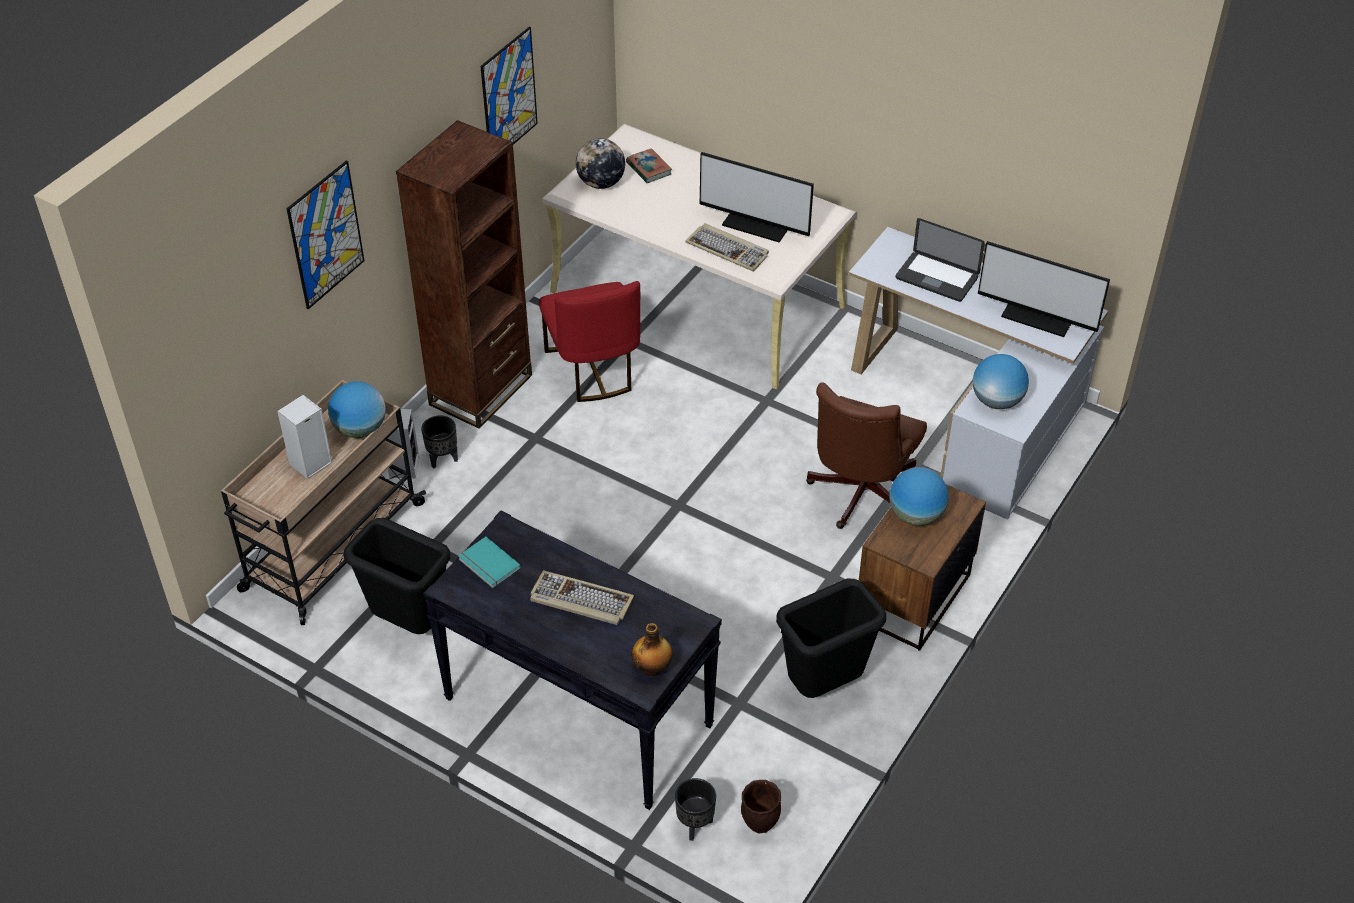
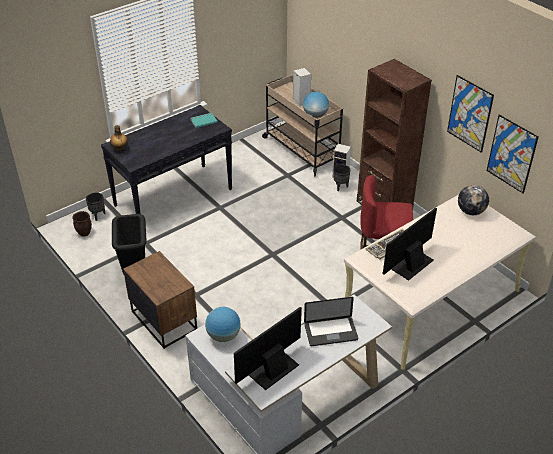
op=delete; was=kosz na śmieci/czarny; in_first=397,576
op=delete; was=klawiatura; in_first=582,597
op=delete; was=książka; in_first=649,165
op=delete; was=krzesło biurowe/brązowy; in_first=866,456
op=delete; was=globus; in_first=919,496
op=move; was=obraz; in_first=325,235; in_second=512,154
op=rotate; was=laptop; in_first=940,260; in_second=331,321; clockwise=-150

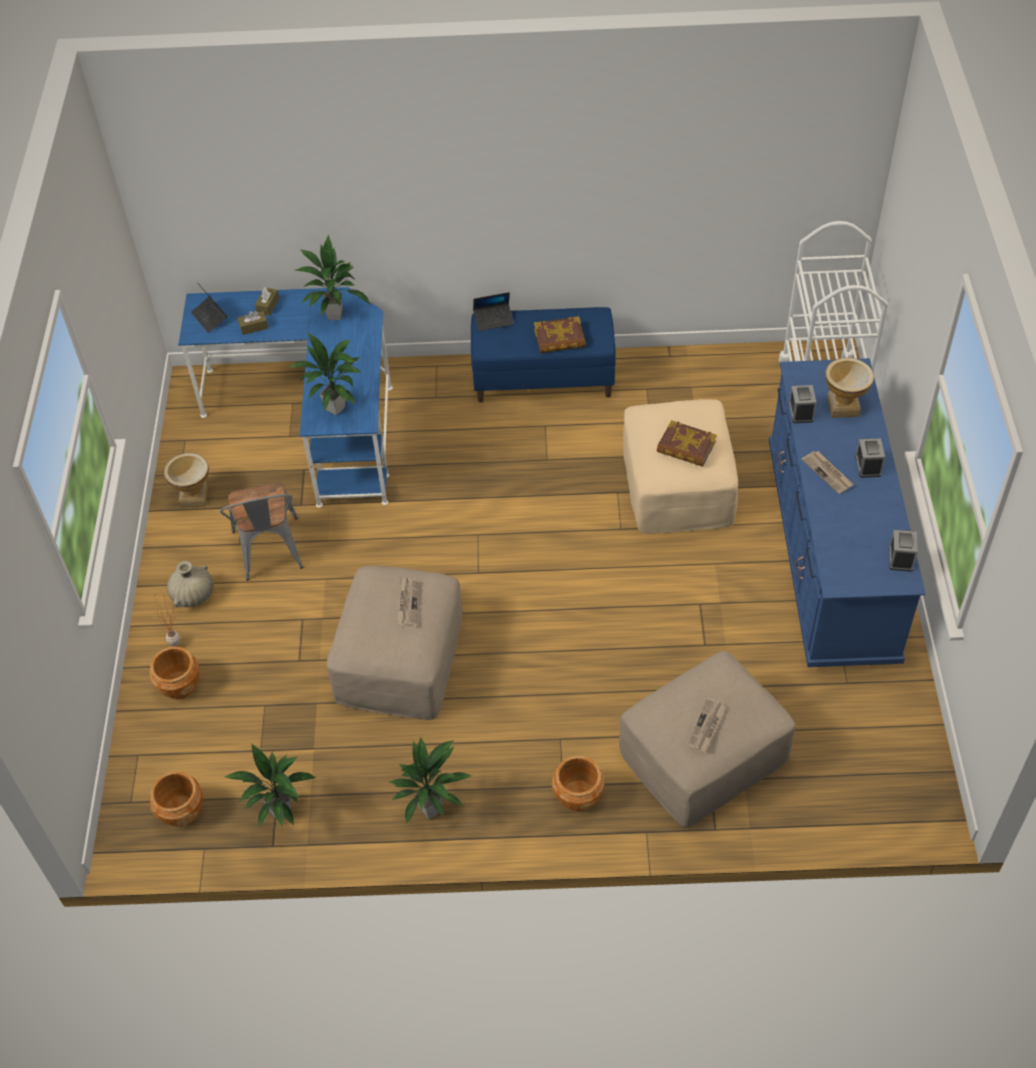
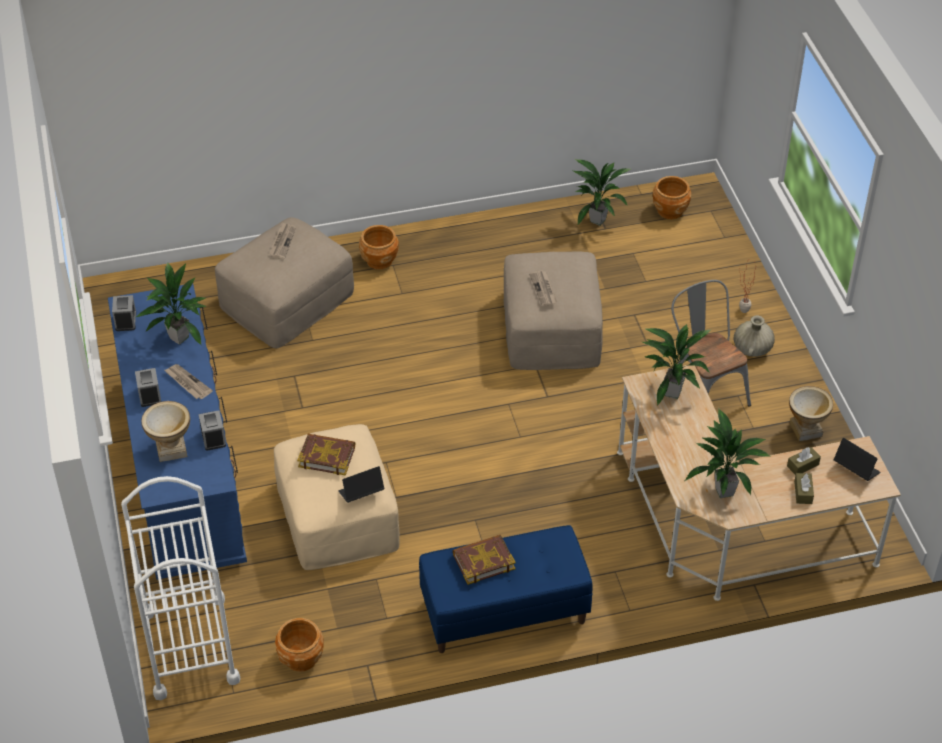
op=move; was=donica/brązowy; in_first=174,673; in_second=299,645
op=move; was=roślina doniczkowa; in_first=430,780; in_second=171,303
op=move; was=laptop; in_first=493,311; in_second=361,484
op=recolor; was=biurko/niebieski; now=biurko/beżowy; in_first=285,397; in_second=759,483

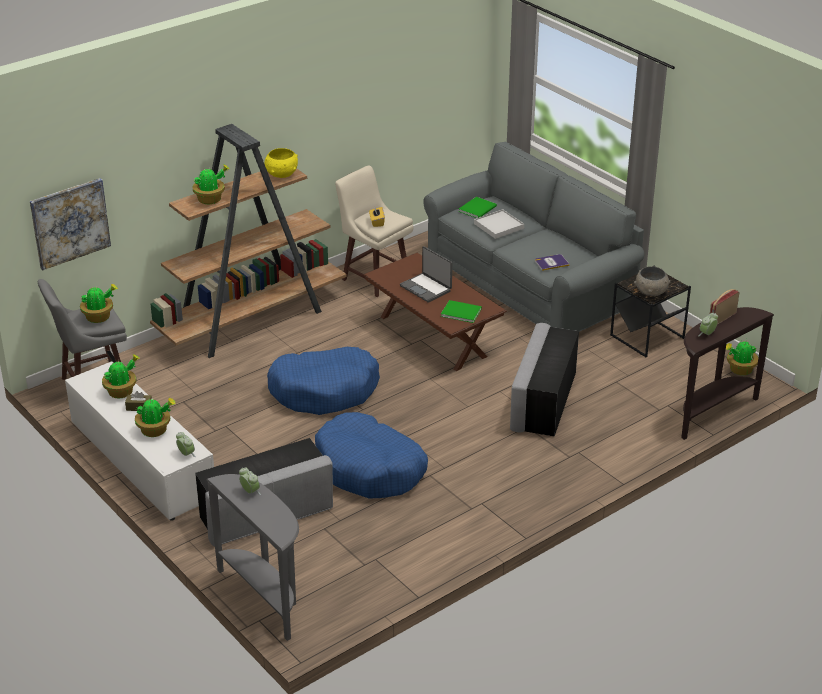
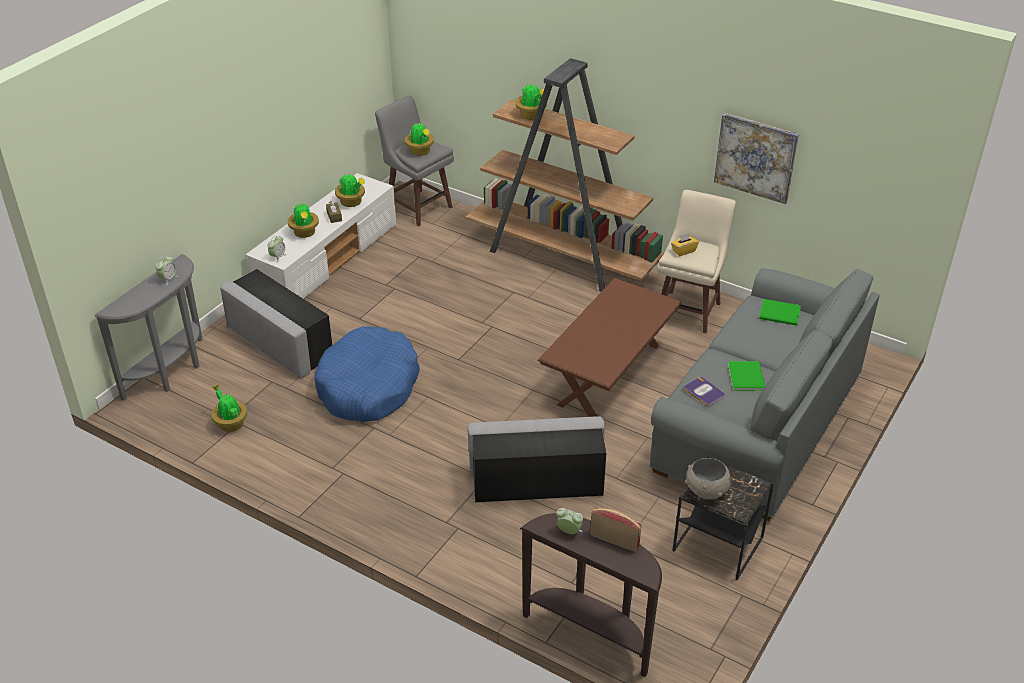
op=delete; was=miska/żółty; in_first=281,163
op=delete; was=legowisko/niebieski; in_first=323,381
op=delete; was=laptop; in_first=426,274
op=delete; was=taca/biały; in_first=499,224
op=move; was=obraz; in_first=70,224; in_second=756,158
op=move; was=książka/zielony; in_first=461,311; in_second=746,376
op=move; was=roślina doniczkowa; in_first=742,357; in_second=229,408

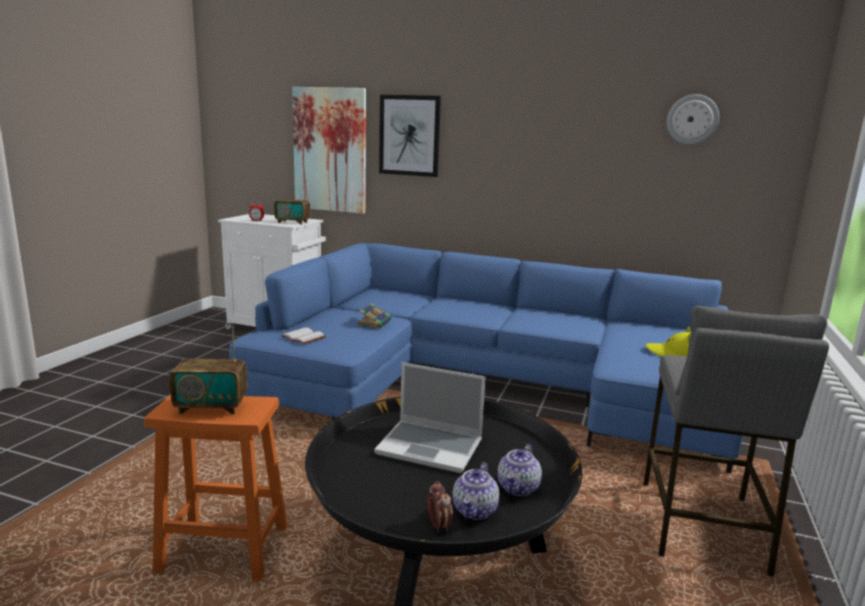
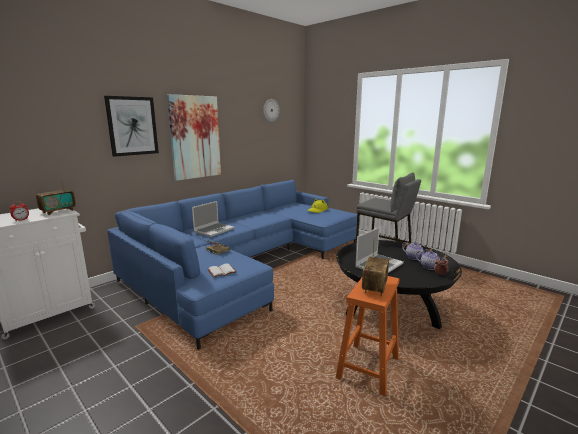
op=insert; now=laptop; in_second=213,219
op=move; was=obraz; in_first=329,150; in_second=194,137

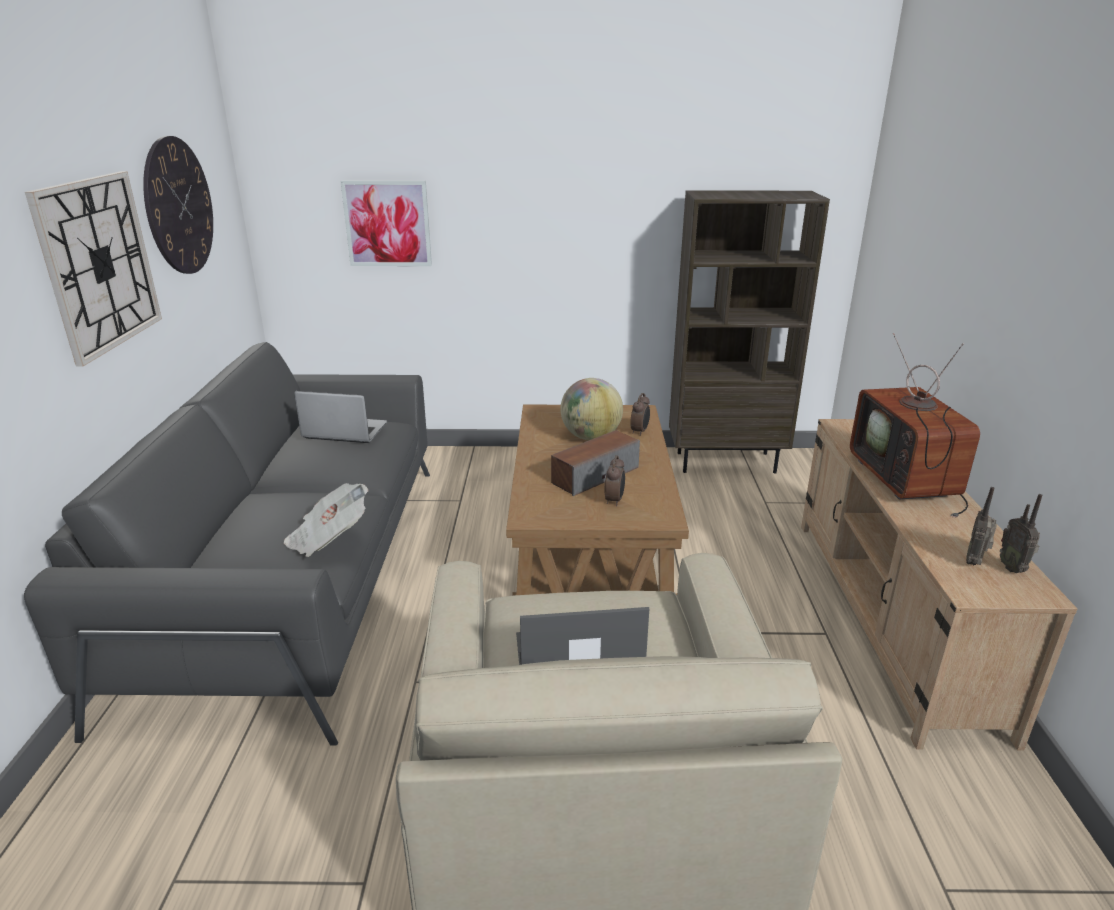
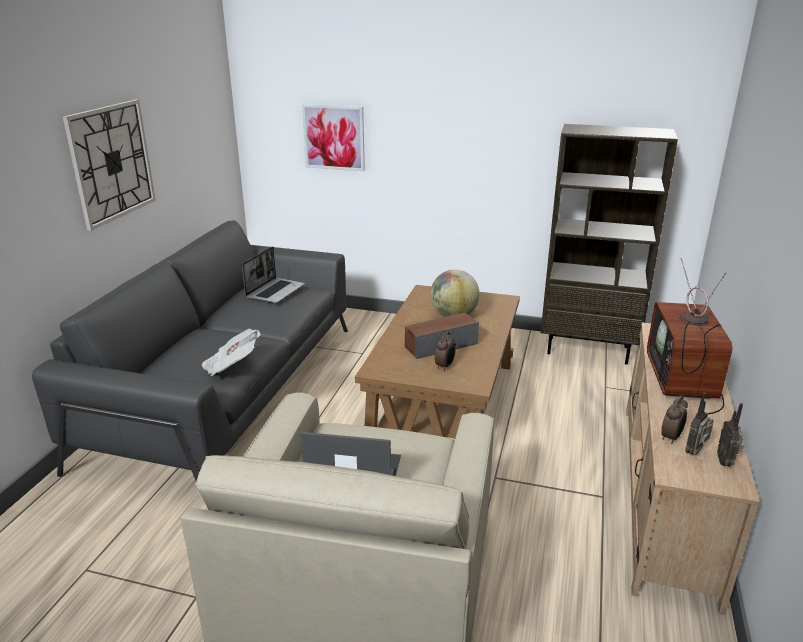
op=delete; was=zegar ścienny; in_first=178,205
op=move; was=budzik; in_first=640,414; in_second=674,420
op=rotate; was=laptop; in_first=340,417; in_second=273,274; clockwise=90

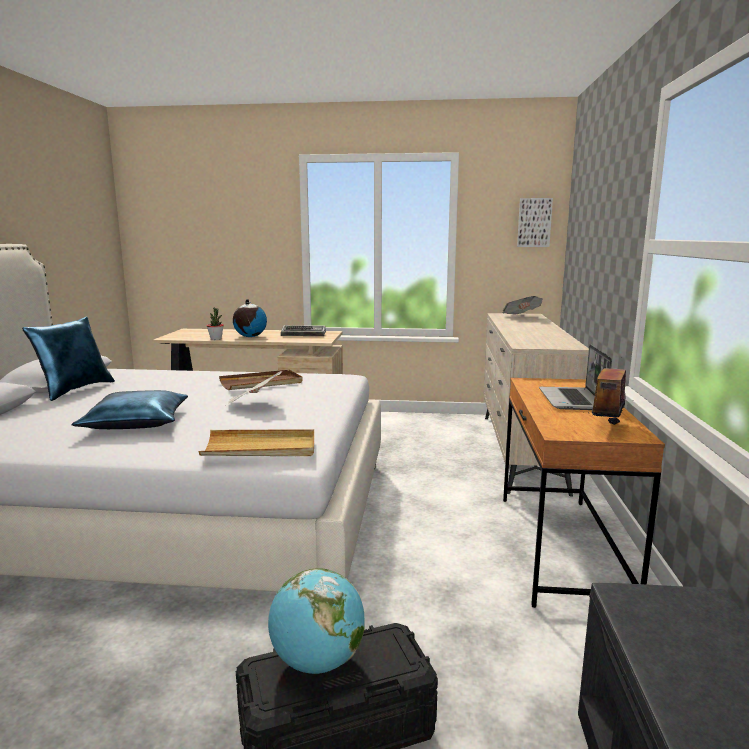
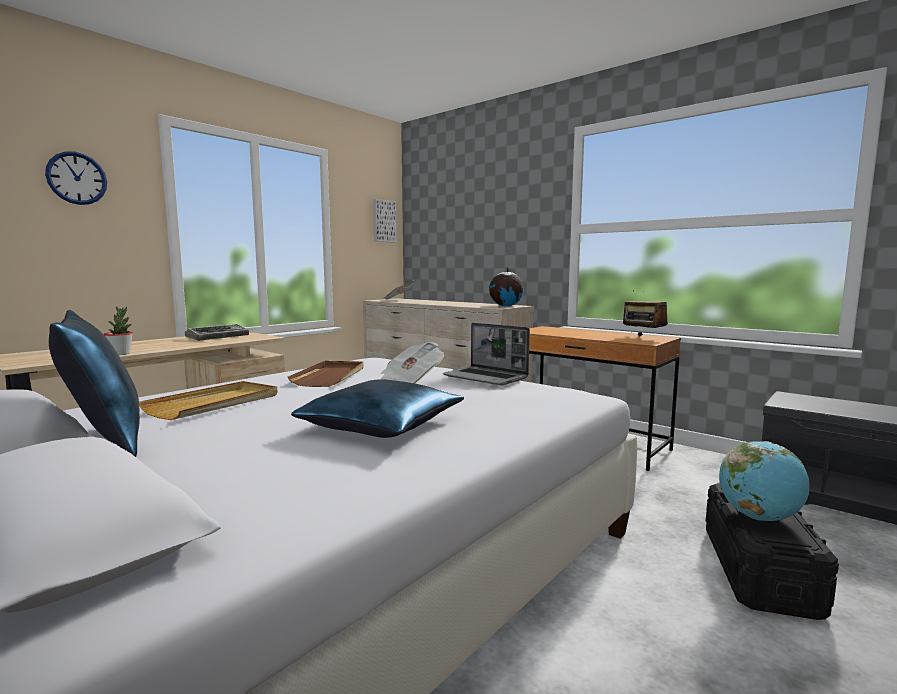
op=insert; now=zegar ścienny; in_second=76,178
op=move; was=taca/beżowy; in_first=256,442; in_second=208,400
op=move; was=globus; in_first=250,318; in_second=506,286
op=move; was=laptop; in_first=575,377; in_second=486,354

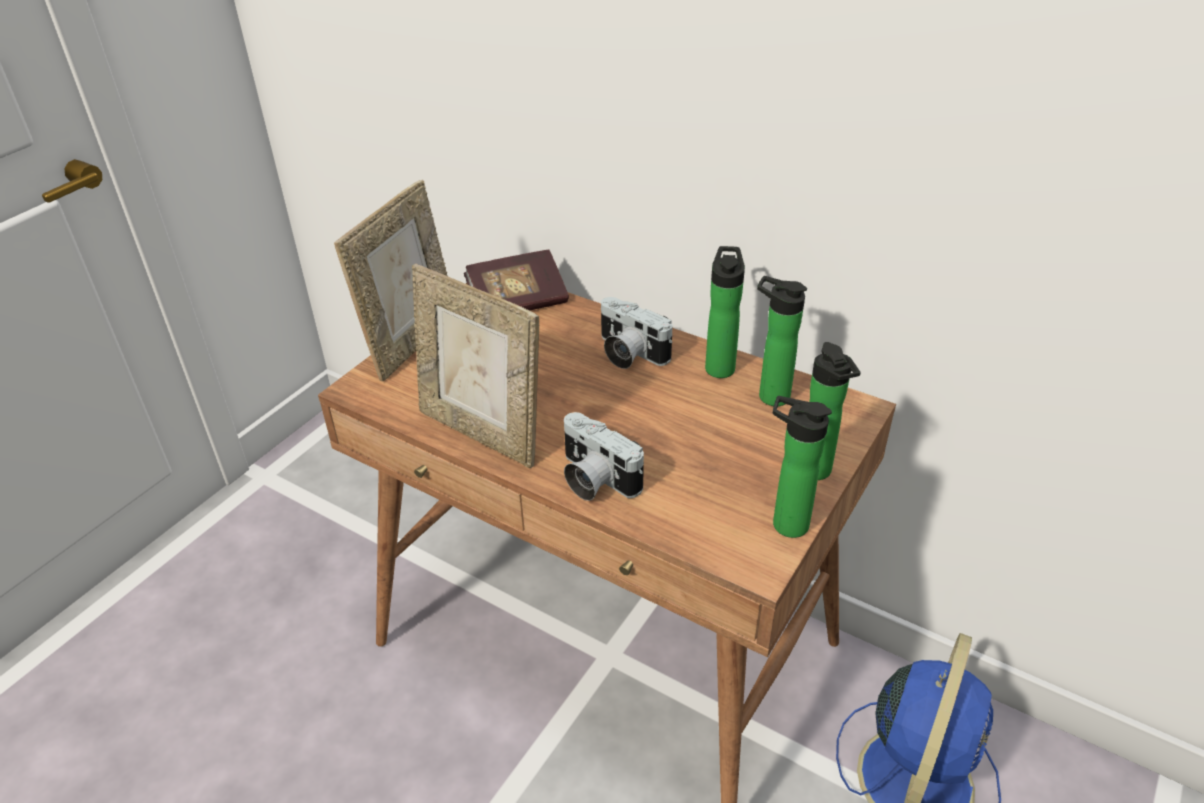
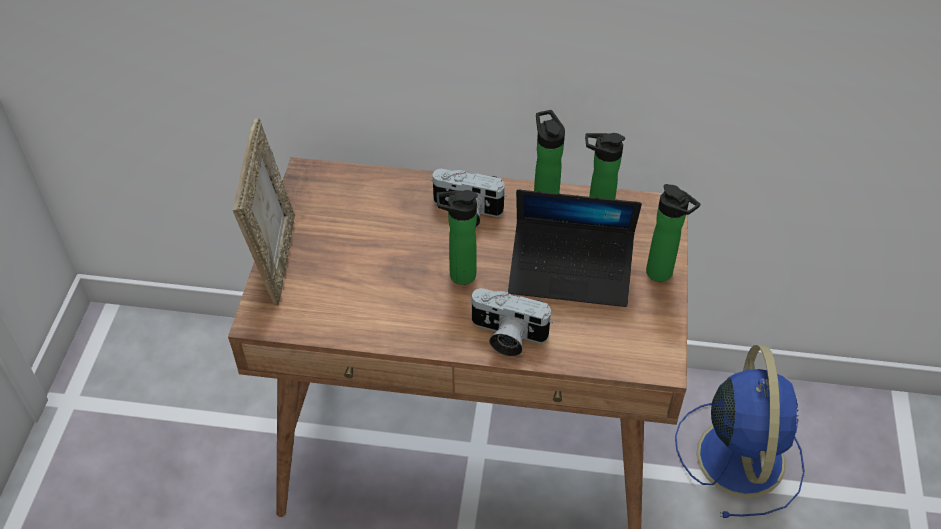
op=delete; was=ramka na zdjęcie; in_first=475,366
op=delete; was=książka; in_first=516,280
op=insert; now=laptop; in_second=575,248
op=move; was=butelka; in_first=802,467; in_second=457,237

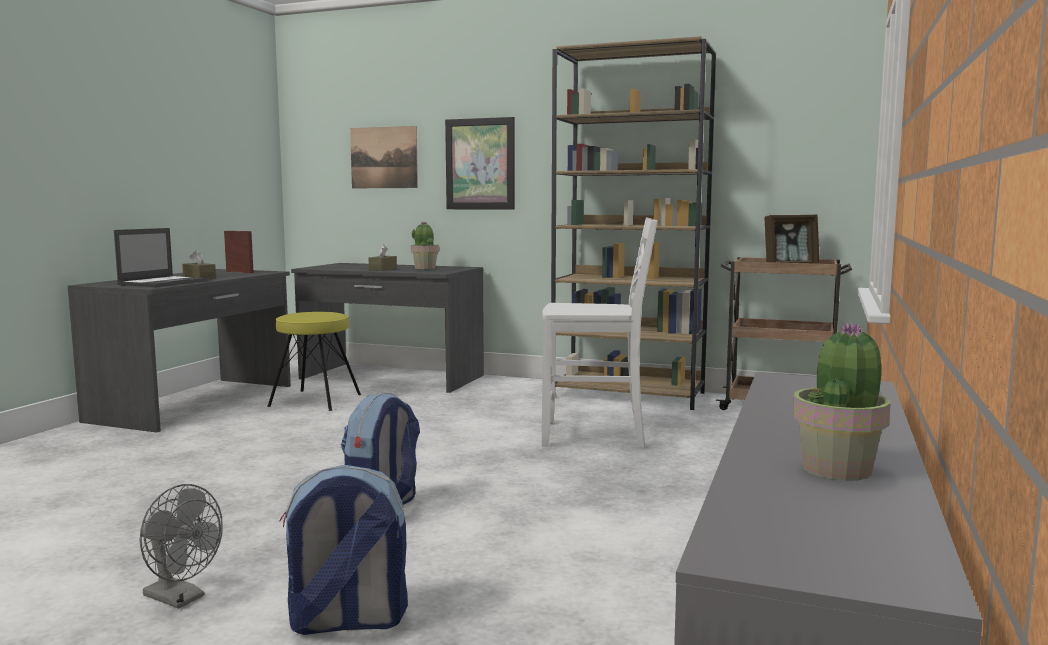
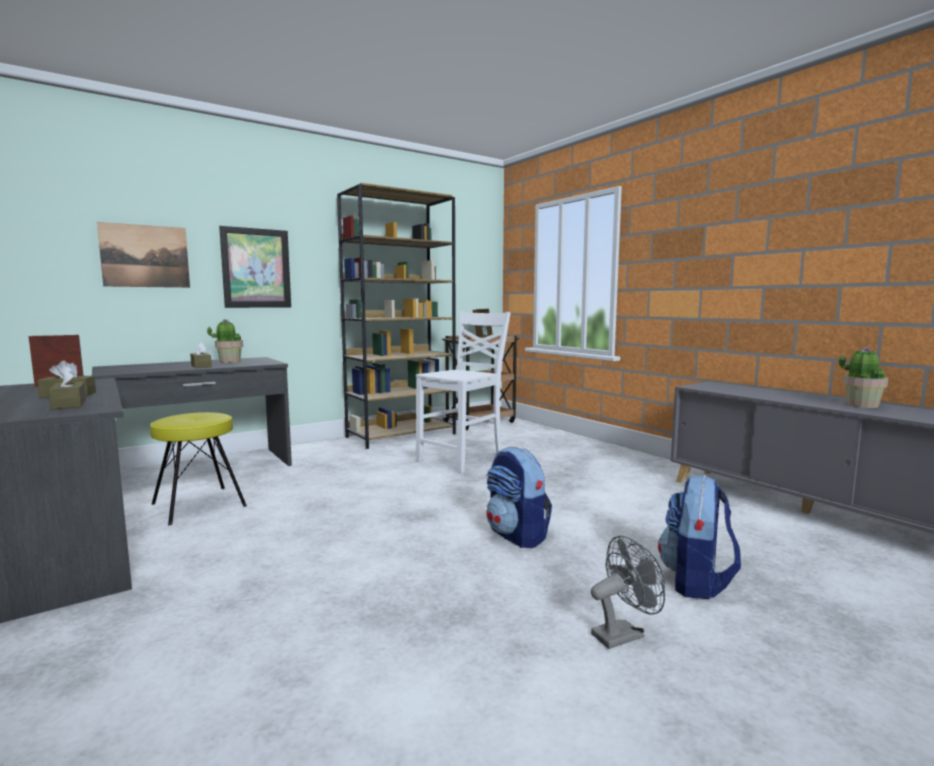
op=replace; was=laptop; now=pudełko chusteczek/brązowy; in_first=161,257; in_second=67,387

